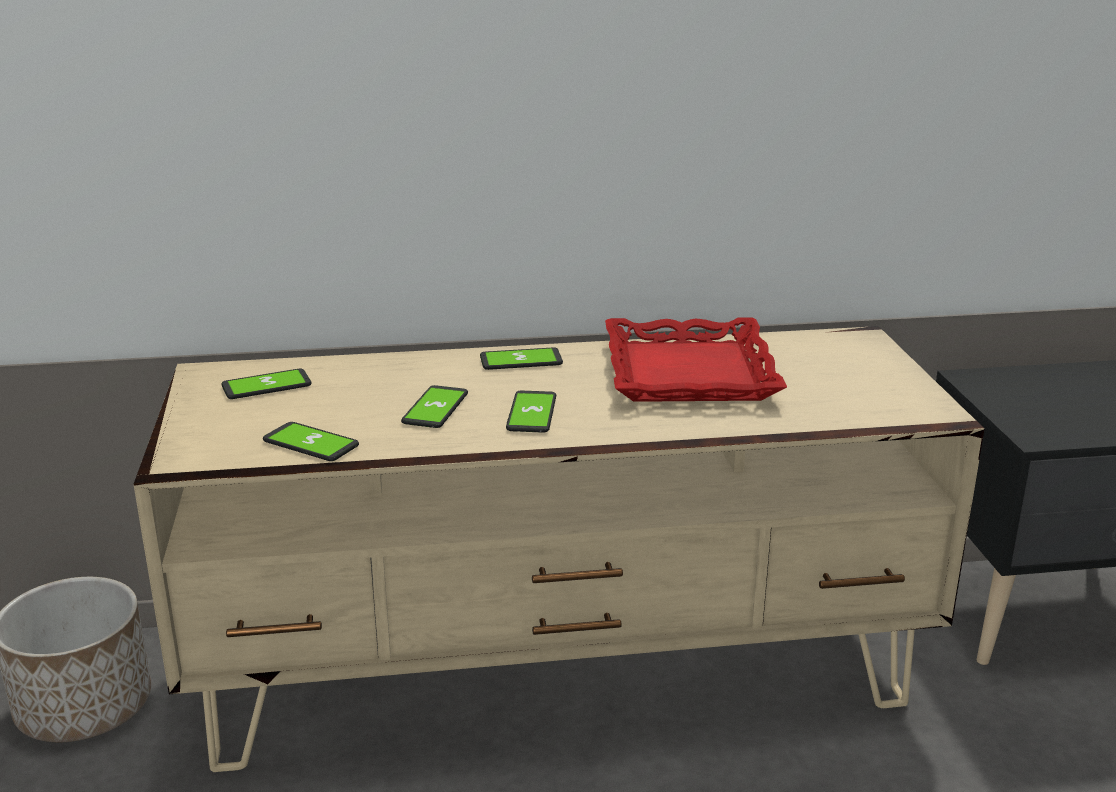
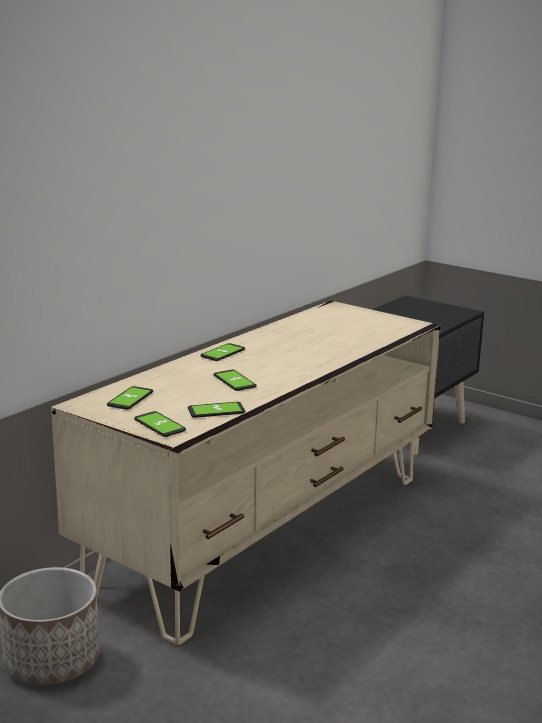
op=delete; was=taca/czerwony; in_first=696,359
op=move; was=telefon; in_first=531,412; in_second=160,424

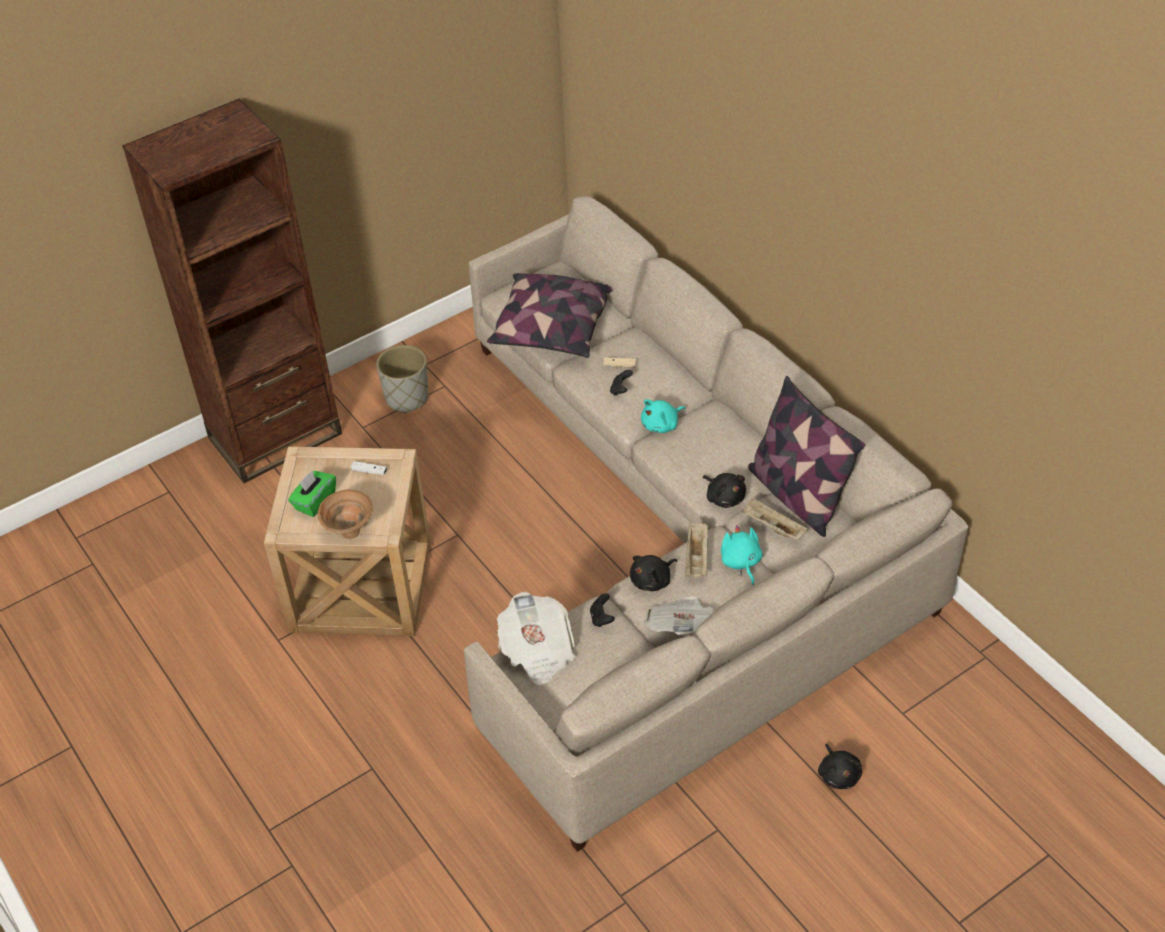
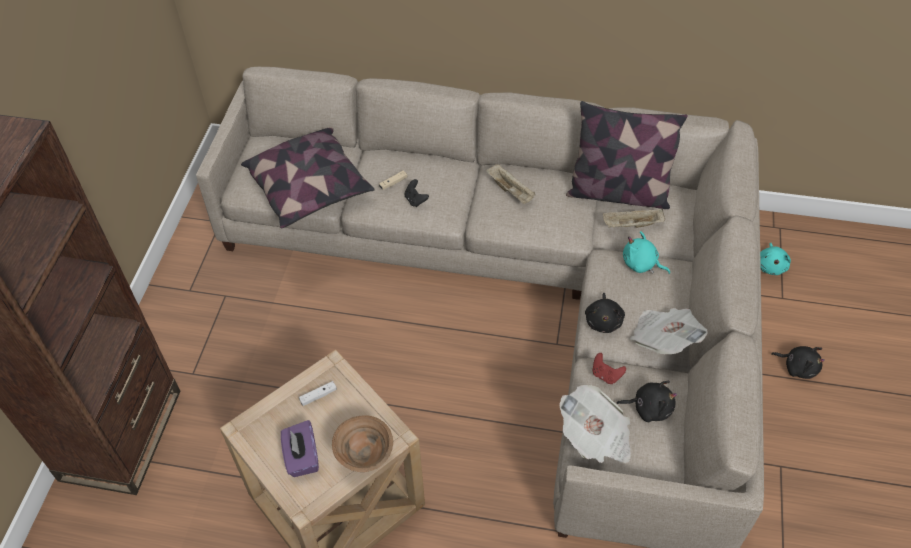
op=delete; was=donica/szary; in_first=402,379
op=move; was=pluszak/turkusowy; in_first=663,416; in_second=775,259
op=move; was=taca/beżowy; in_first=696,550; in_second=510,184
op=move; was=pluszak/czarny; in_first=724,490; in_second=646,401
op=recolor; was=pudełko chusteczek/zielony; now=pudełko chusteczek/fioletowy; in_first=312,493; in_second=300,448
op=recolor; was=pad do gier/czarny; now=pad do gier/czerwony; in_first=602,610; in_second=609,368

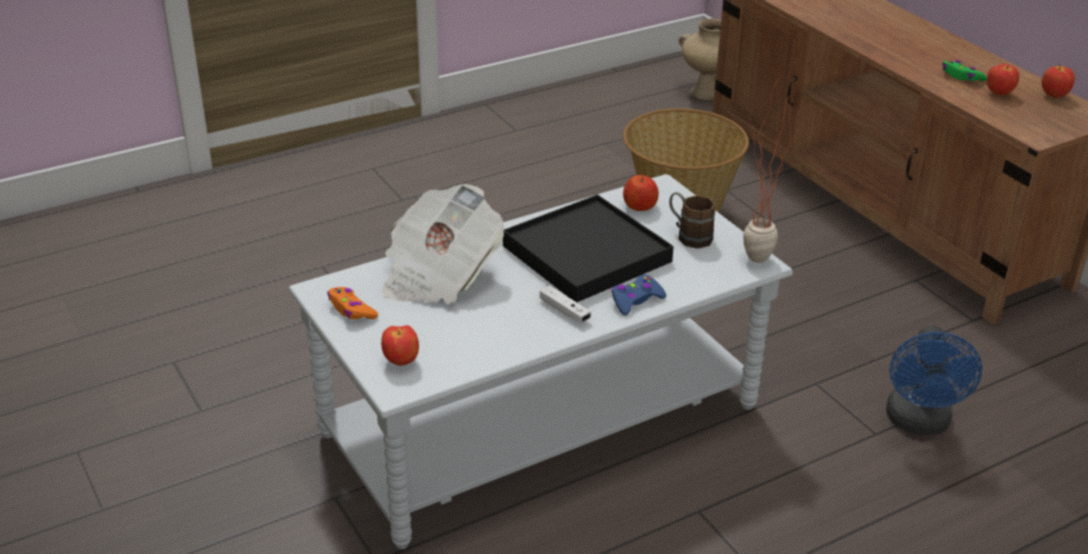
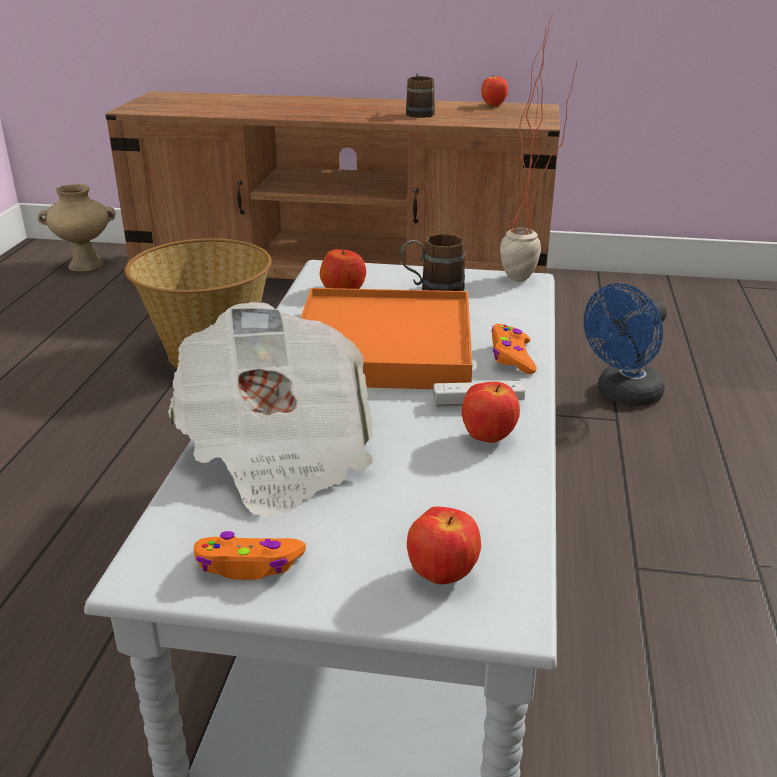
op=move; was=jabłko; in_first=1003,79; in_second=491,412
op=replace; was=pad do gier/zielony; now=kubek/brązowy; in_first=964,70; in_second=420,96
op=recolor; was=taca/czarny; now=taca/pomarańczowy; in_first=588,248; in_second=386,338
op=recolor; was=pad do gier/niebieski; now=pad do gier/pomarańczowy; in_first=638,294; in_second=514,349
op=rotate; was=wentylator/niebieski; in_first=934,380; in_second=625,344; clockwise=90

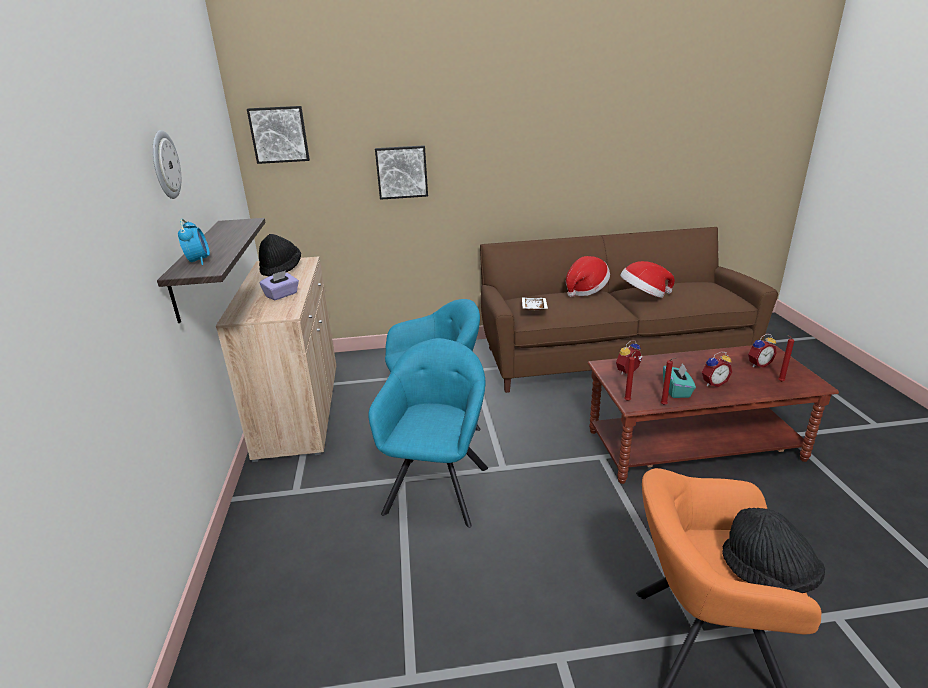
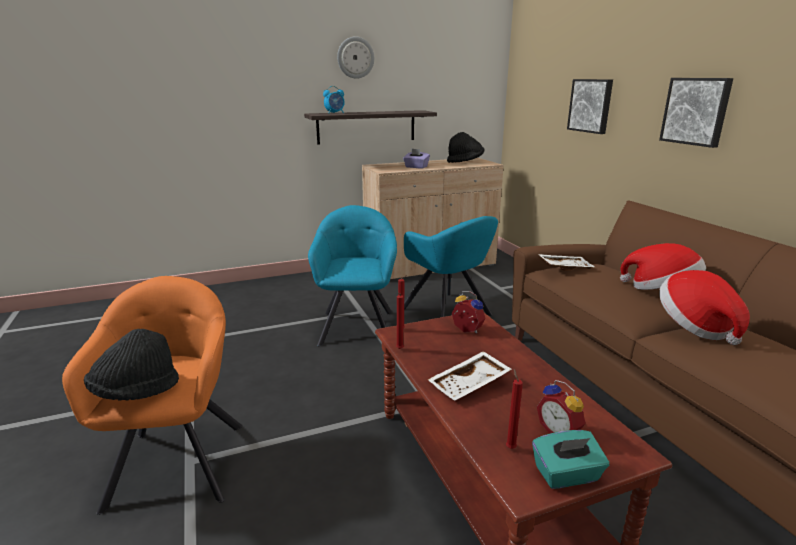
op=move; was=obraz; in_first=278,135; in_second=696,113
op=move; was=pudełko chusteczek/turkusowy; in_first=679,380; in_second=570,459
op=replace; was=budzik; now=taca/biały; in_first=717,369; in_second=470,376
op=rotate; was=fotel/turkusowy; in_first=428,433; in_second=352,275; clockwise=-90

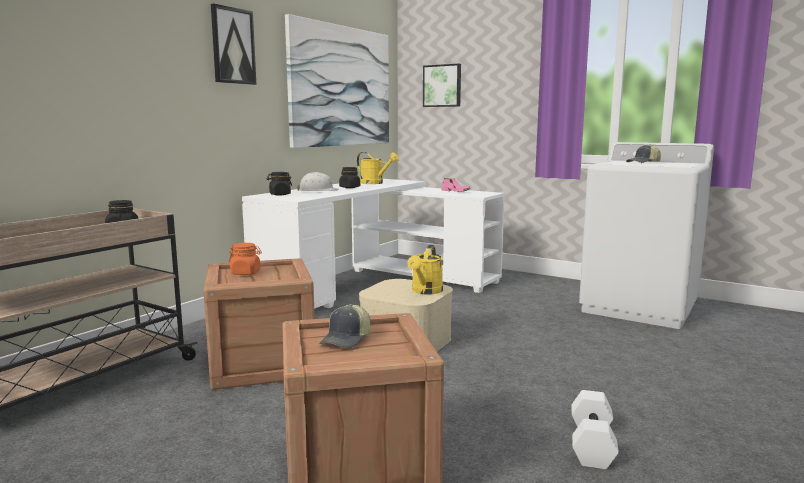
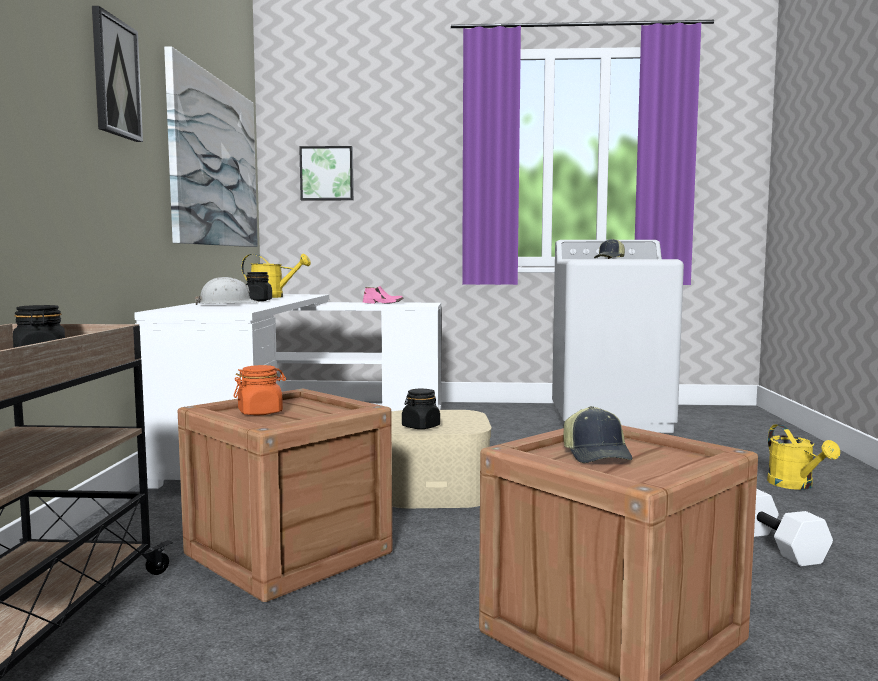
op=move; was=słoik/czarny; in_first=279,183; in_second=421,409
op=move; was=konewka/żółty; in_first=425,269; in_second=803,457

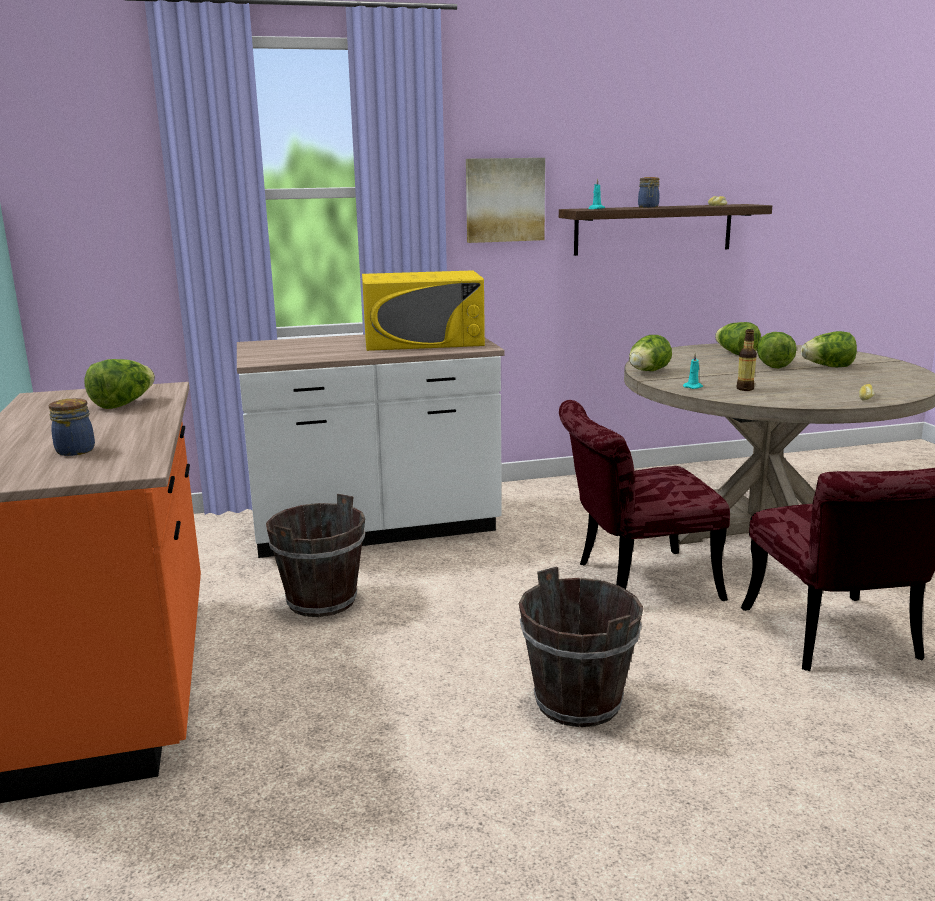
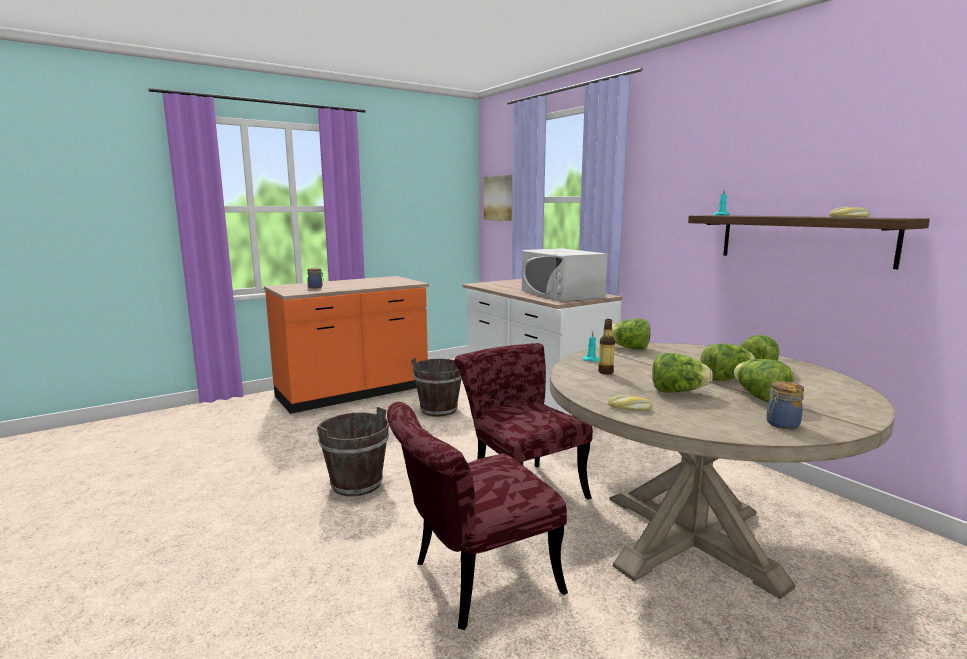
op=move; was=sałata; in_first=119,384; in_second=682,373
op=move; was=obraz; in_first=505,200; in_second=498,198
op=move; was=słoik; in_first=649,192; in_second=785,405
op=recolor; was=mikrofalówka/żółty; now=mikrofalówka/biały; in_first=423,310; in_second=565,275

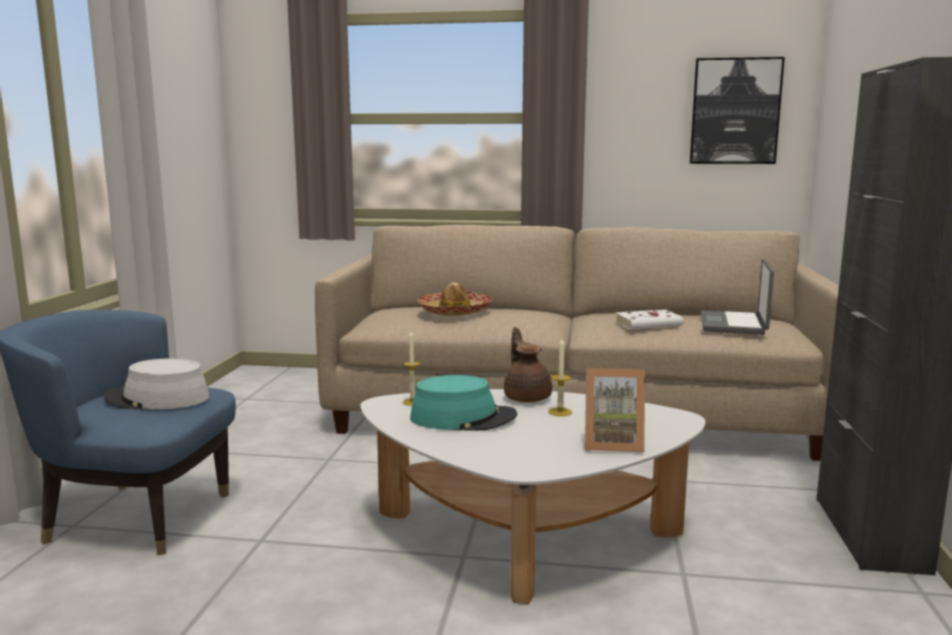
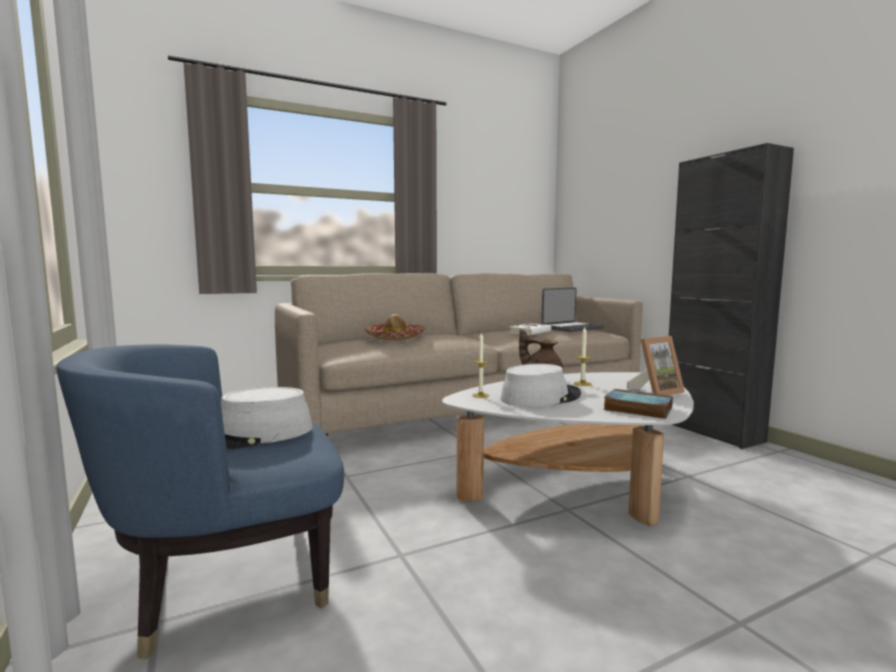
op=delete; was=obraz; in_first=737,110
op=insert; now=książka; in_second=638,404
op=recolor; was=kapelusz/turkusowy; now=kapelusz/szary; in_first=463,403; in_second=540,385
op=rotate; was=laptop; in_first=737,297; in_second=572,310; clockwise=-105

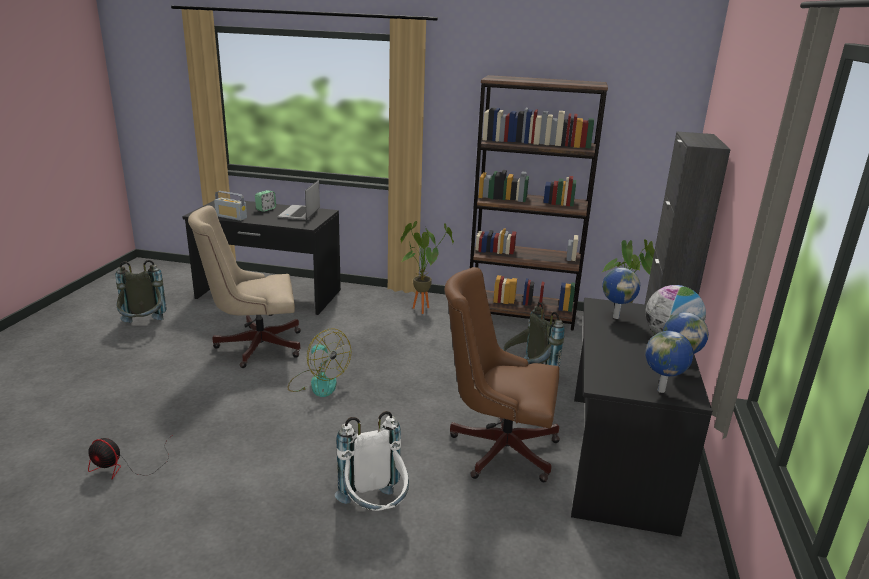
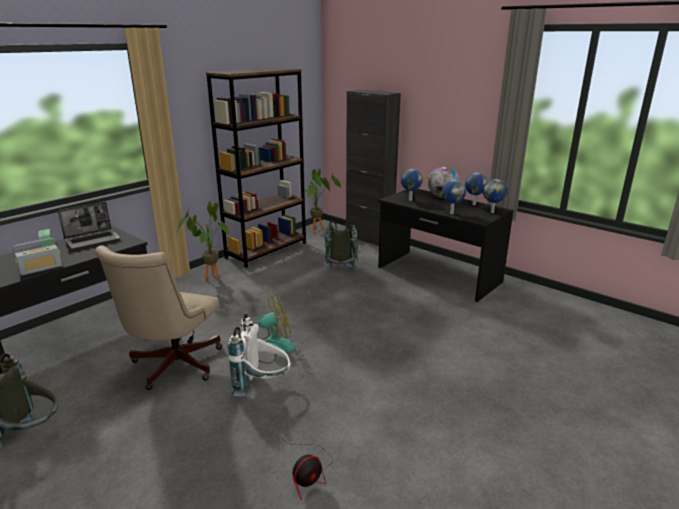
op=delete; was=krzesło biurowe/brązowy; in_first=502,374
op=insert; now=globus; in_second=454,197
op=move; was=plecak/biały; in_first=372,461; in_second=259,355
op=rotate; was=laptop; in_first=299,200; in_second=89,225; clockwise=-75

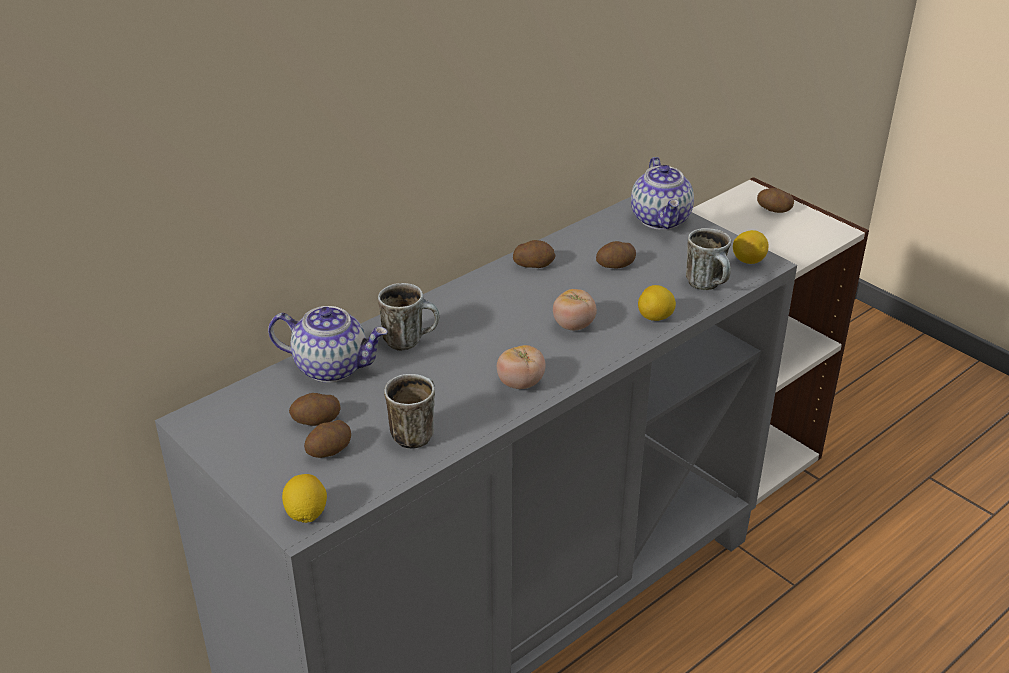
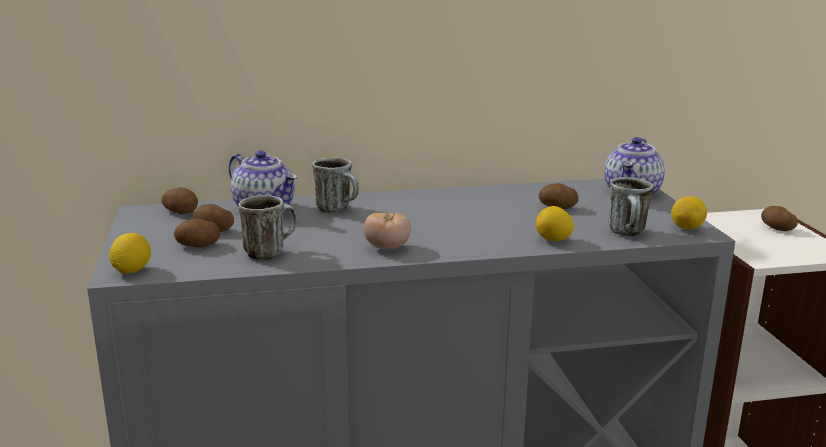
op=delete; was=pomidor; in_first=575,309
op=move; was=ziemniak; in_first=534,254; in_second=179,200

